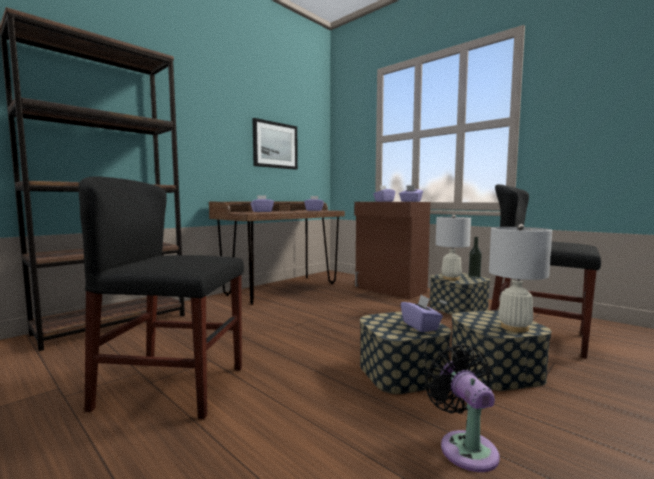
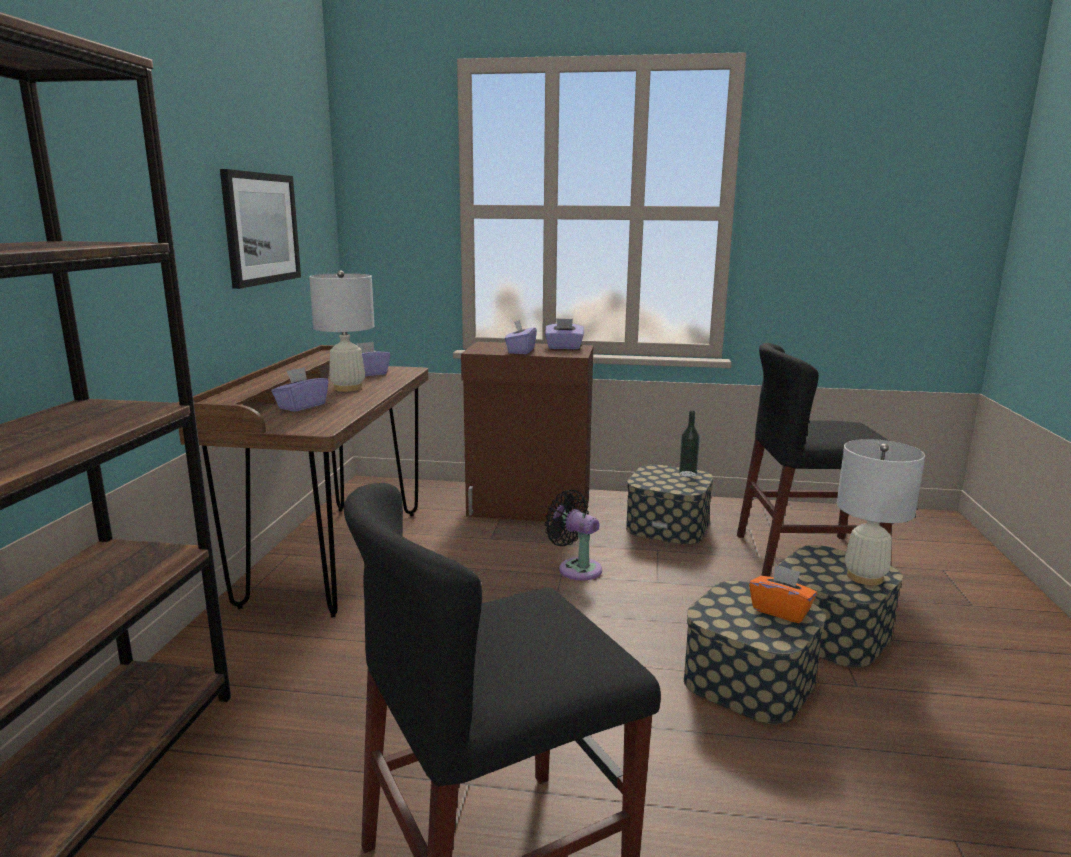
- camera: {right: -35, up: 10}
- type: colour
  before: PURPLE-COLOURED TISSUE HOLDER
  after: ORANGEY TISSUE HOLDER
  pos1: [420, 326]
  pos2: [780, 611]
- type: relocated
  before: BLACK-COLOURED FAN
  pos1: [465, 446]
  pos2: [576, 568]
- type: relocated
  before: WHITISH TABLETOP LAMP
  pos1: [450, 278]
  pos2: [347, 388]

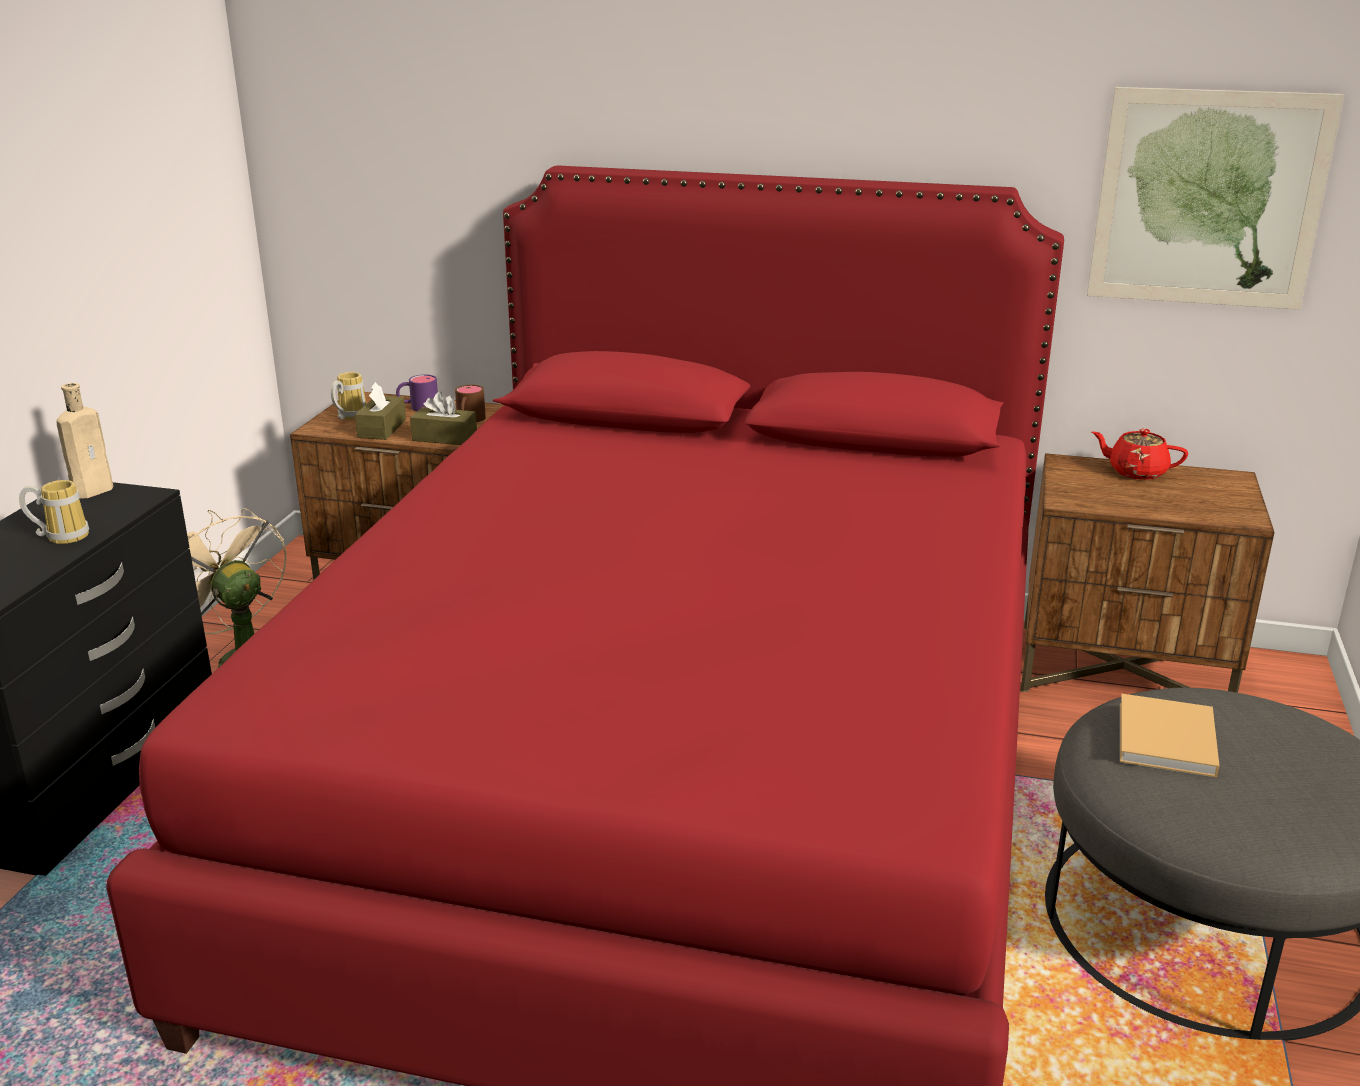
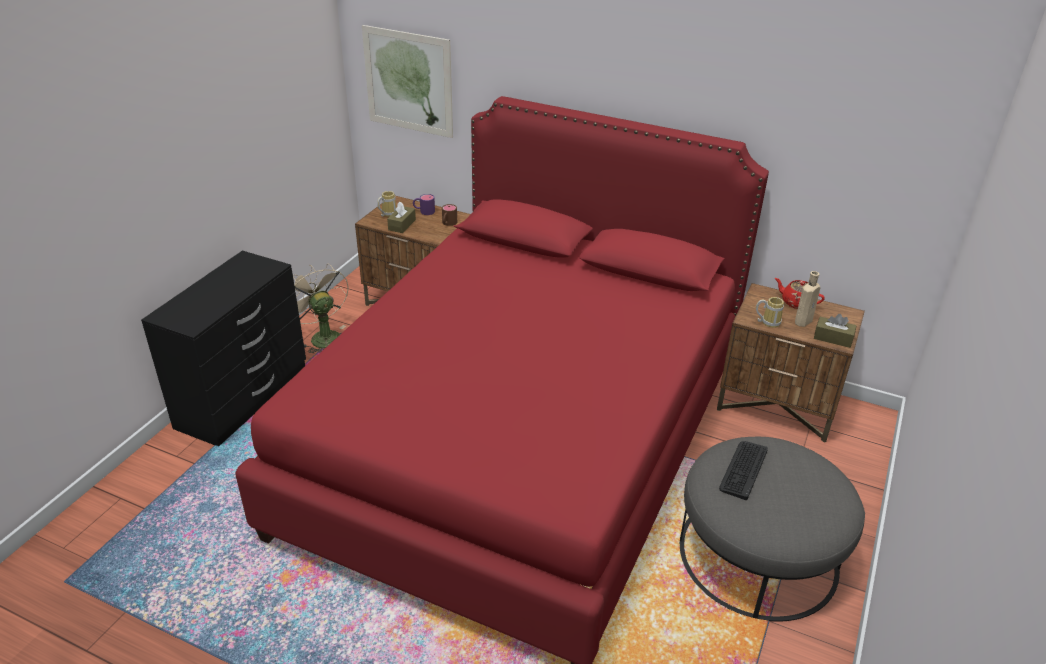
- camera: {right: 10, up: 10}
- type: relocated
  before: COFFEE MUG
  pos1: [62, 536]
  pos2: [768, 322]
- type: relocated
  before: SAND-COLOURED BOTTLE
  pos1: [95, 490]
  pos2: [804, 321]
- type: relocated
  before: BROWNISH TISSUE HOLDER
  pos1: [444, 438]
  pos2: [833, 338]
- type: relocated
  before: WALL PICTURE
  pos1: [1208, 199]
  pos2: [408, 81]
- type: exchanged
  before: SAND-COLOURED BOOK
  after: PC KEYBOARD
  pos1: [1166, 741]
  pos2: [743, 470]

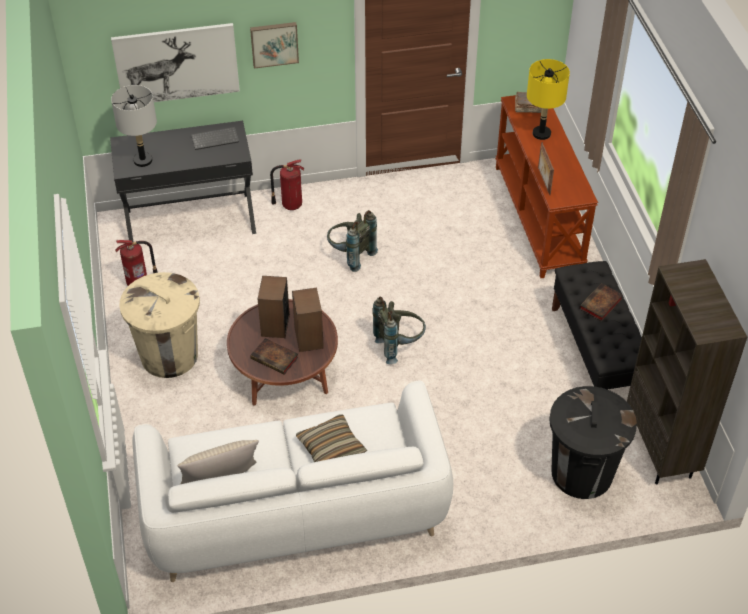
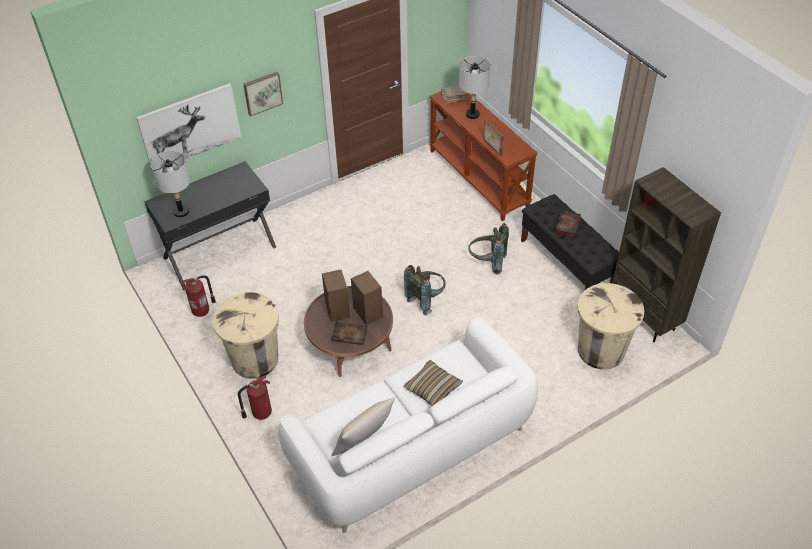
- camera: {right: -20, up: 0}
- type: missing
  before: PC KEYBOARD
  pos1: [215, 139]
- type: relocated
  before: FIRE EXTINGUISHER
  pos1: [290, 205]
  pos2: [260, 413]
- type: relocated
  before: GREYISH RUCKSACK
  pos1: [350, 255]
  pos2: [487, 263]
- type: colour
  before: YELLOW TABLETOP LAMP
  after: GREYISH TABLETOP LAMP
  pos1: [541, 134]
  pos2: [472, 114]
- type: colour
  before: BLACK-COLOURED TRASH CAN
  after: SAND-COLOURED TRASH CAN
  pos1: [581, 473]
  pos2: [600, 351]

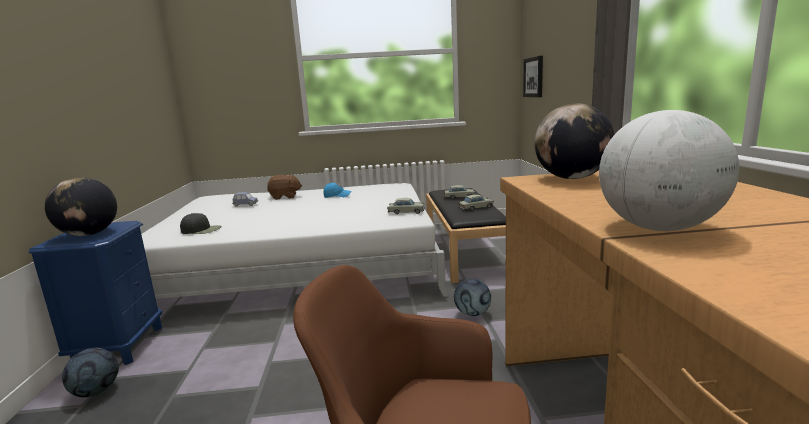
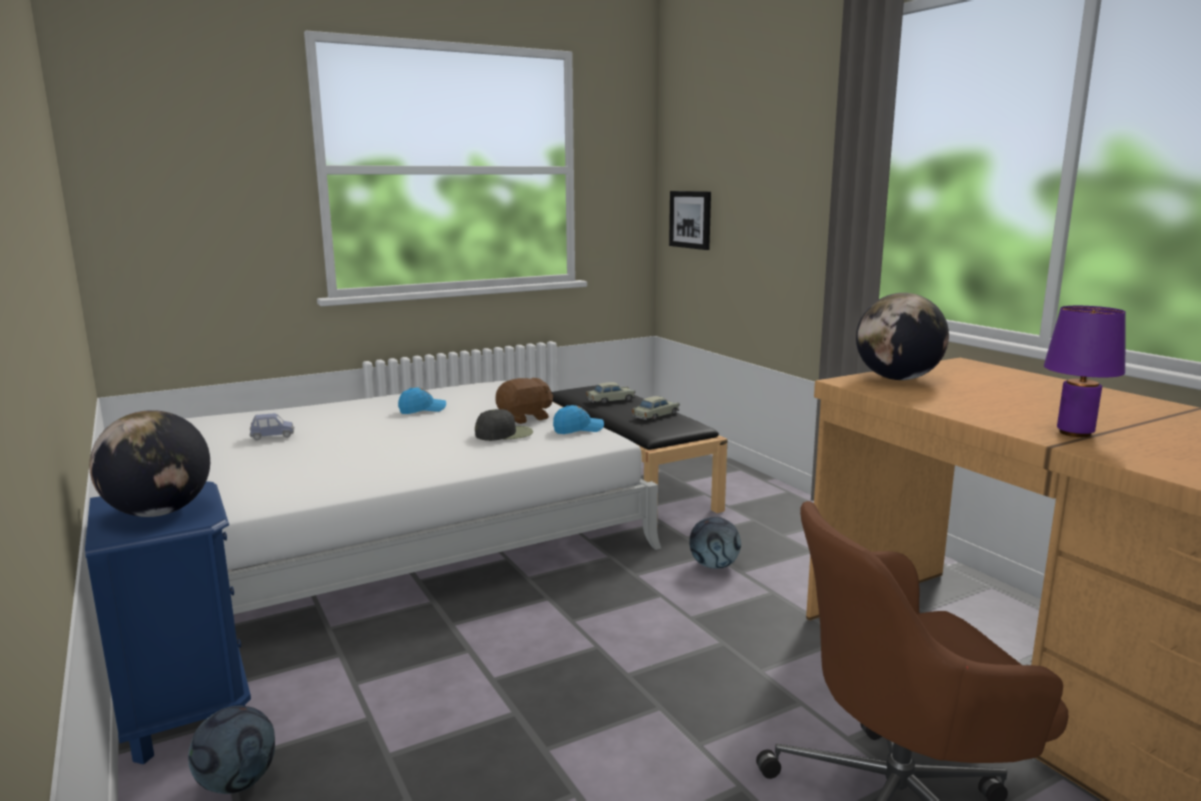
- camera: {right: -25, up: 0}
- type: relocated
  before: BLACK-COLOURED PEAKED CAP
  pos1: [201, 230]
  pos2: [504, 434]
- type: relocated
  before: BROWNISH CUDDLY TOY
  pos1: [285, 197]
  pos2: [525, 418]
- type: exchanged
  before: SAND-COLOURED MODEL CAR
  after: BLUE-COLOURED PEAKED CAP
  pos1: [406, 212]
  pos2: [578, 429]
- type: exchanged
  before: GLOBE
  after: PURPLE-COLOURED TABLETOP LAMP
  pos1: [658, 228]
  pos2: [1074, 433]

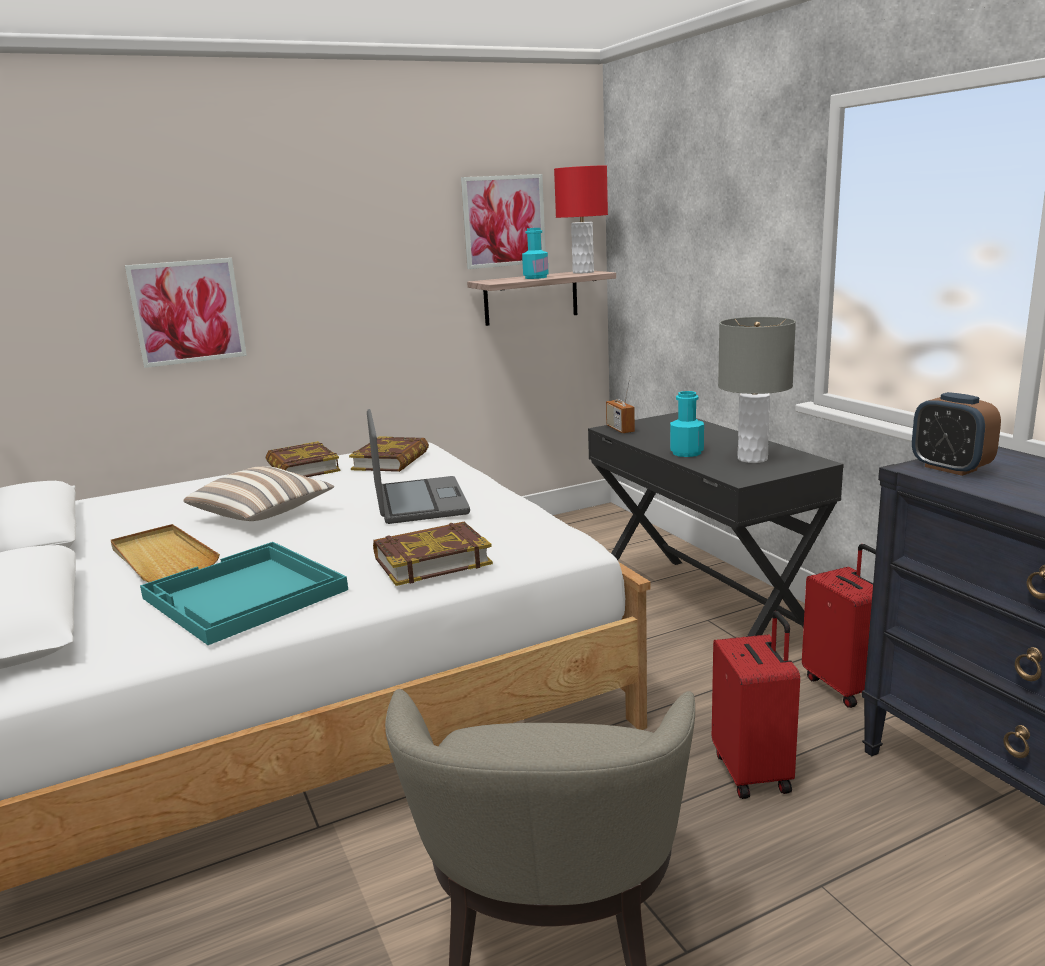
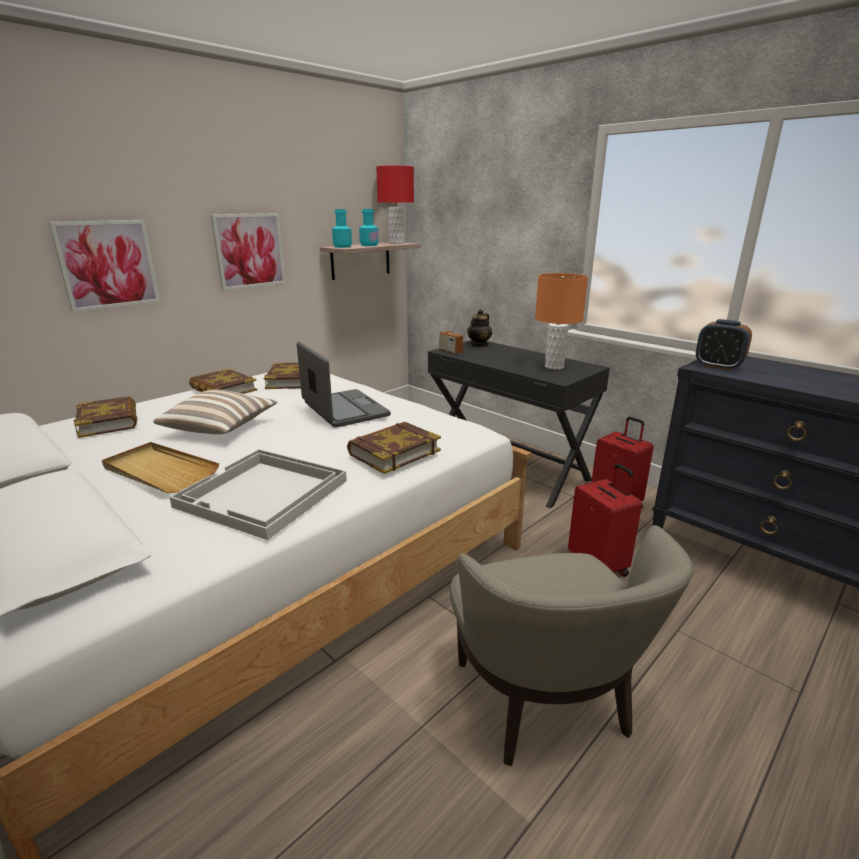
- camera: {right: -20, up: 5}
- type: colour
  before: BLUE-GREEN TRAY
  after: WHITISH TRAY
  pos1: [244, 595]
  pos2: [263, 494]
- type: relocated
  before: WALL PICTURE
  pos1: [503, 221]
  pos2: [249, 251]
- type: relocated
  before: BLUE-GREEN BOTTLE
  pos1: [686, 453]
  pos2: [342, 247]
- type: colour
  before: GREYISH TABLETOP LAMP
  after: ORANGEY TABLETOP LAMP
  pos1: [753, 459]
  pos2: [554, 367]
- type: appeared
  after: BOOK
  pos2: [109, 421]
- type: appeared
  after: TEAPOT
  pos2: [479, 344]

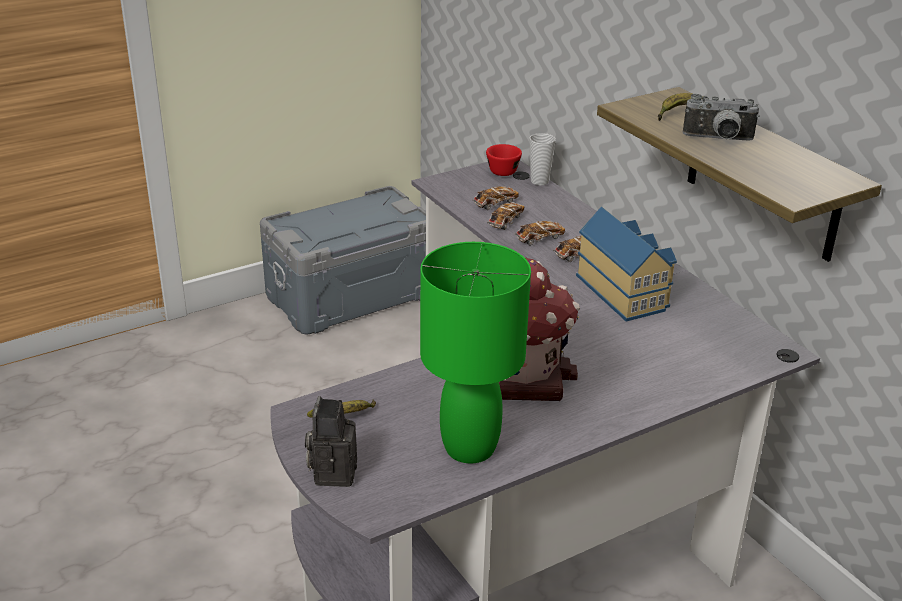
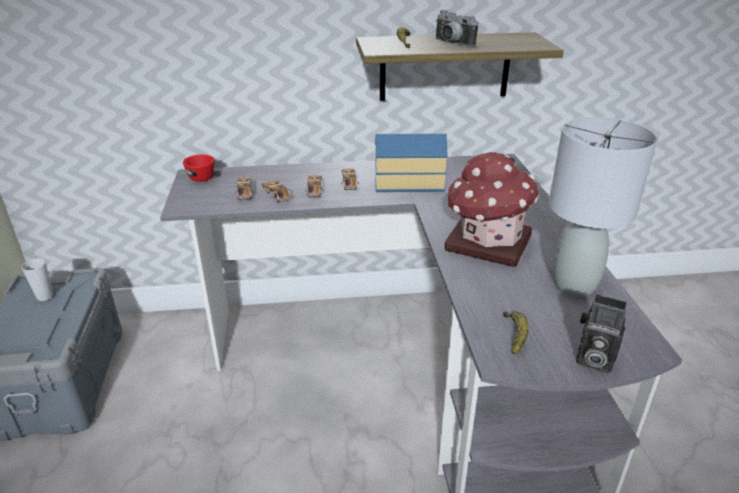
- camera: {right: -65, up: 0}
- type: colour
  before: GREENISH TABLETOP LAMP
  after: GREYISH TABLETOP LAMP
  pos1: [468, 448]
  pos2: [574, 286]
- type: relocated
  before: CUP
  pos1: [539, 181]
  pos2: [45, 296]
- type: spun
  before: PHOTO CAMERA
  pos1: [718, 139]
  pos2: [451, 43]
  turn: 105

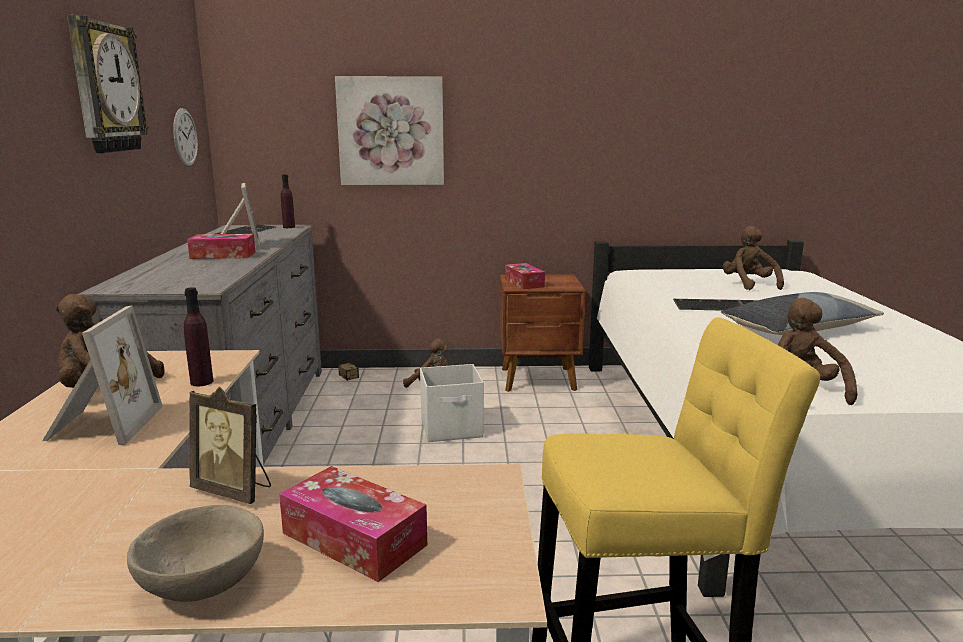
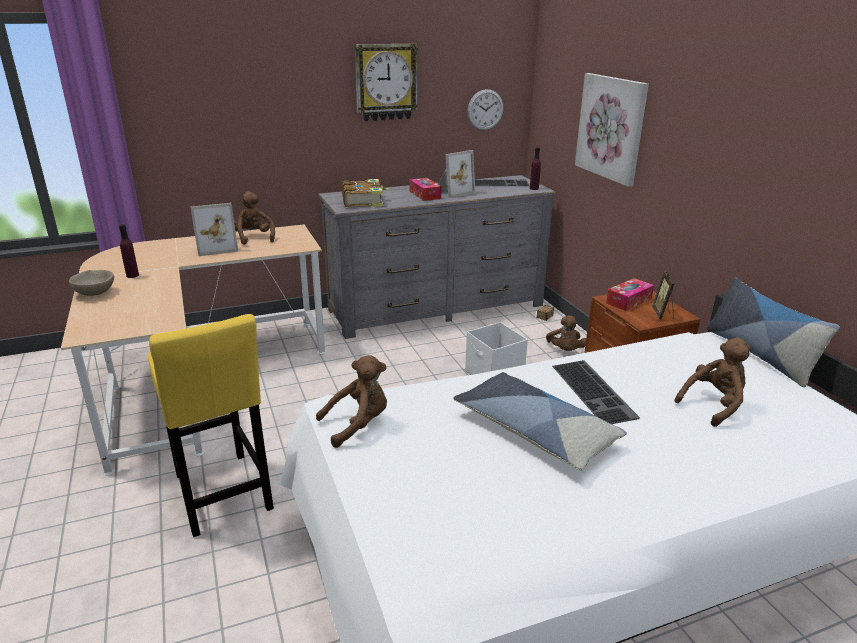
- camera: {right: 70, up: 10}
- type: relocated
  before: PURPLE-COLOURED BOTTLE
  pos1: [202, 382]
  pos2: [132, 275]
- type: relocated
  before: PICTURE FRAME
  pos1: [234, 490]
  pos2: [663, 314]
- type: missing
  before: TISSUE HOLDER
  pos1: [354, 539]
- type: appeared
  after: BOOK
  pos2: [363, 201]
- type: appeared
  after: THROW PILLOW
  pos2: [759, 354]

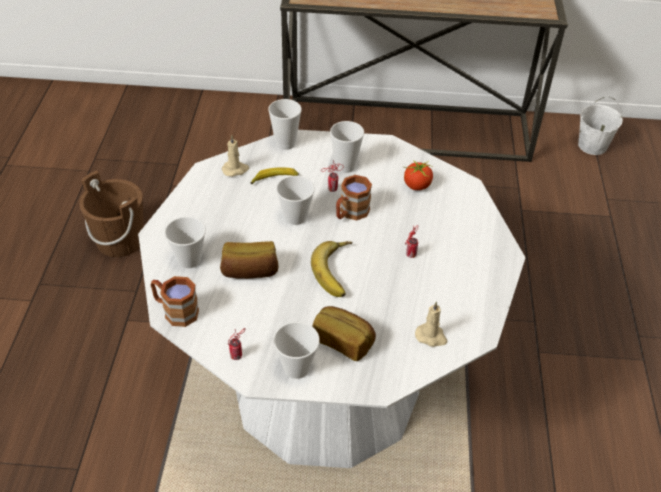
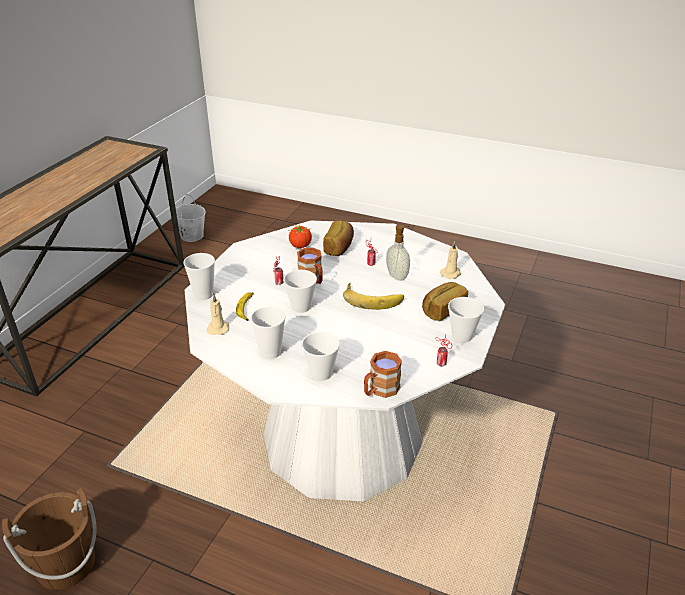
- camera: {right: -70, up: -10}
- type: relocated
  before: BAKED BREAD
  pos1: [250, 271]
  pos2: [339, 247]
- type: relocated
  before: CUP
  pos1: [345, 166]
  pos2: [270, 352]
- type: appeared
  after: SOAP BOTTLE
  pos2: [398, 276]

